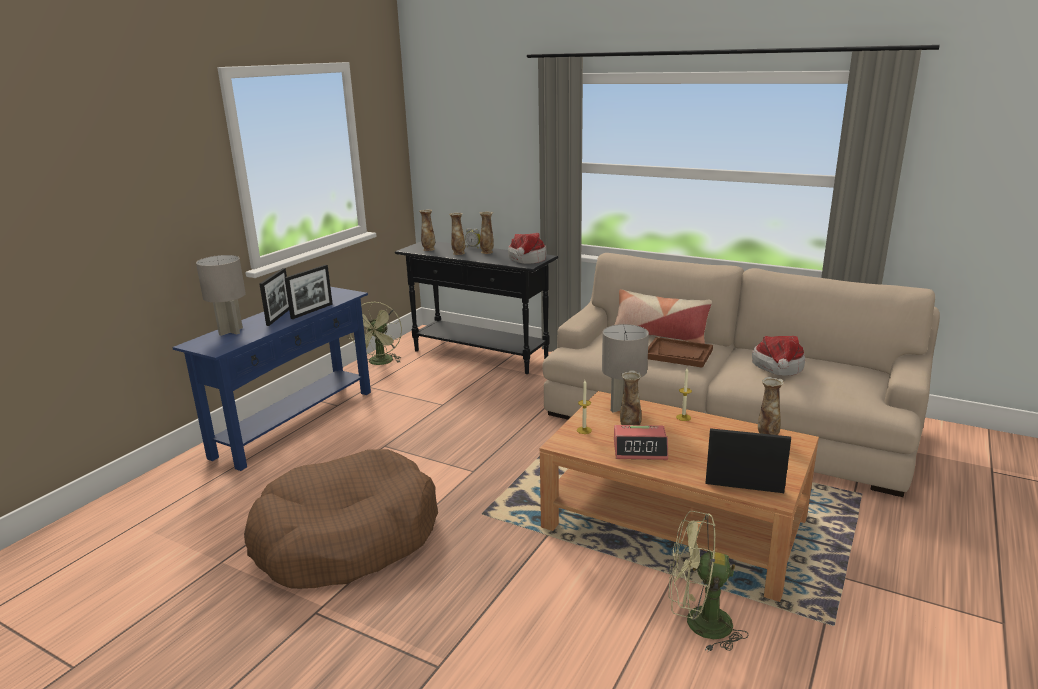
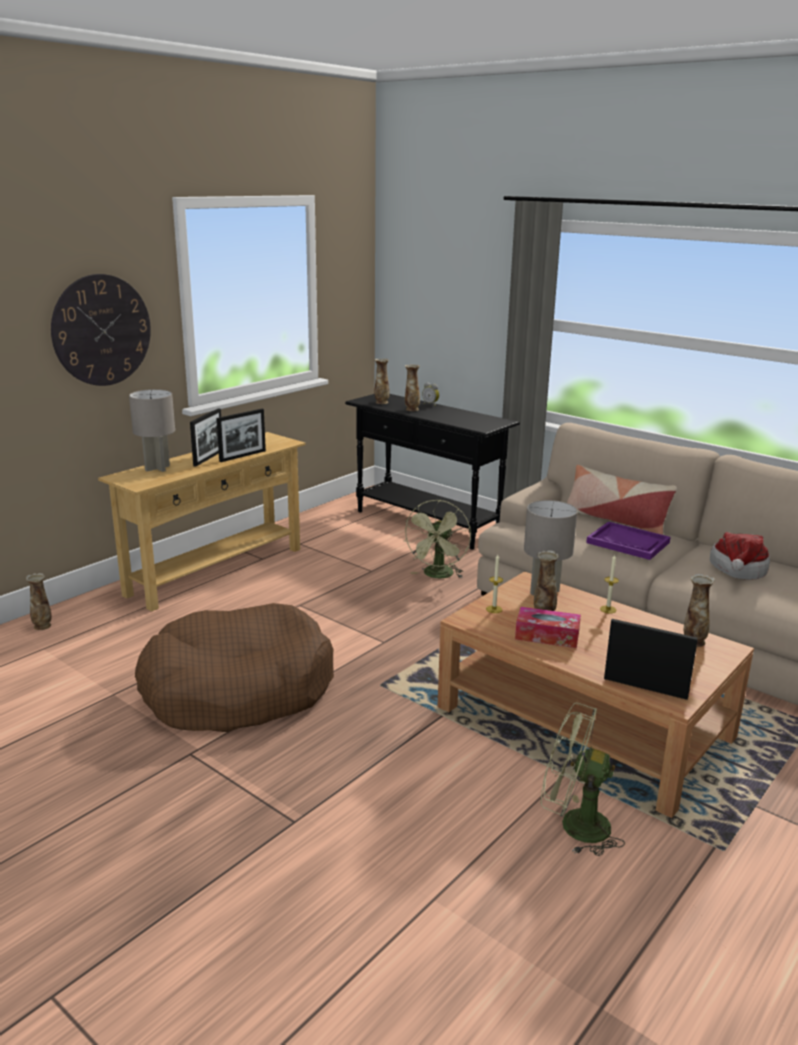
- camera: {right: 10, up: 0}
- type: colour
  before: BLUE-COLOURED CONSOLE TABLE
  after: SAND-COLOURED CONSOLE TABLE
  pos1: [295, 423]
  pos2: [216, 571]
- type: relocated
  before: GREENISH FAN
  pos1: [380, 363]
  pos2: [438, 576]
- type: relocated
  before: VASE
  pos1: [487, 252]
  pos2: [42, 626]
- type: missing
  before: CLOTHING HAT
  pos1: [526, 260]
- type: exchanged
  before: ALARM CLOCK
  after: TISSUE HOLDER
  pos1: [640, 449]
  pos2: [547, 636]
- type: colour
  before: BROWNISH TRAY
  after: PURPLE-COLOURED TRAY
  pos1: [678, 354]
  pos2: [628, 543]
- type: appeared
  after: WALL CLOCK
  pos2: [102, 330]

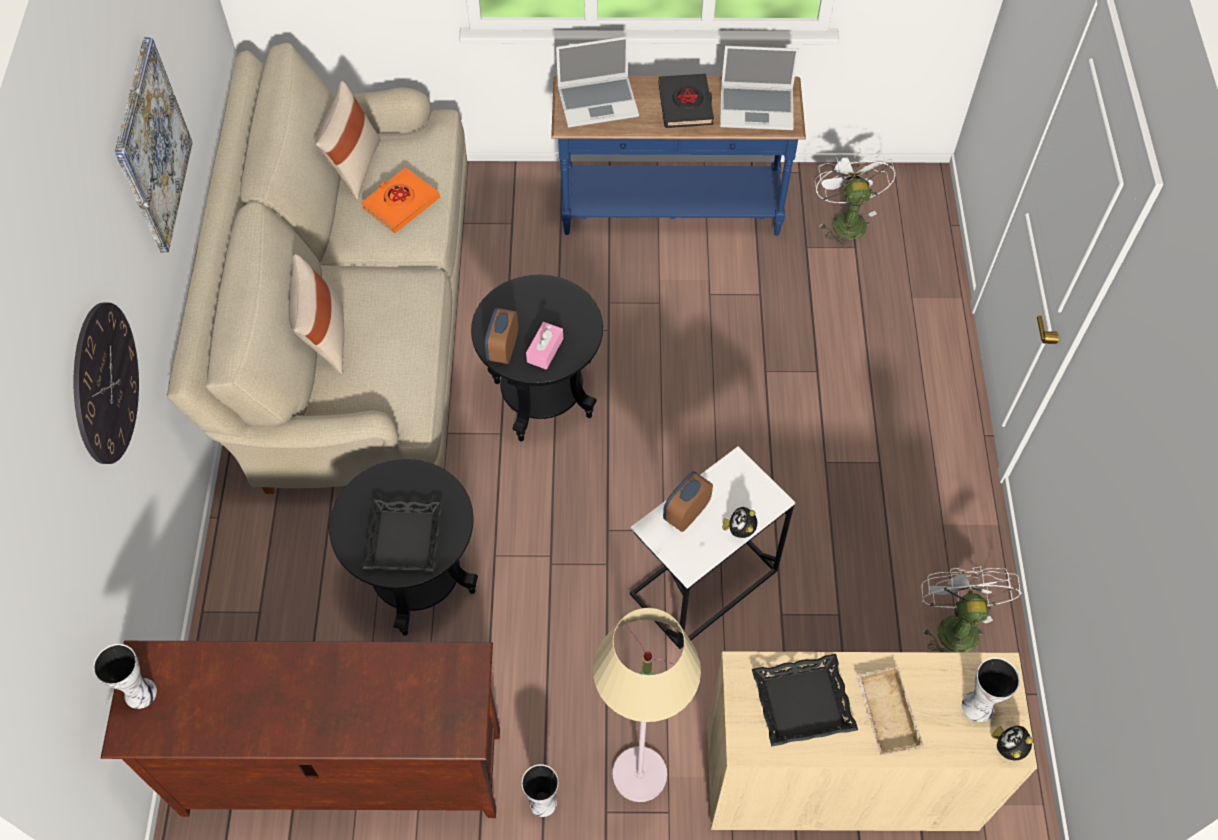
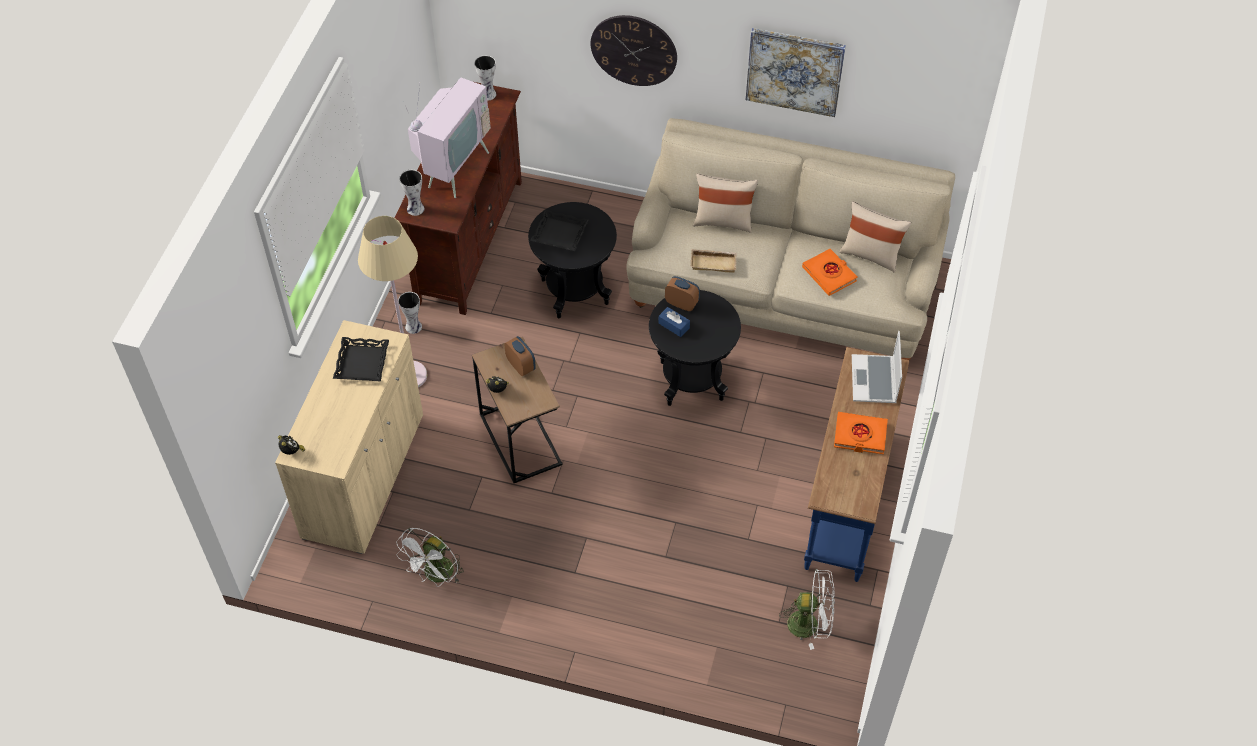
- camera: {right: 105, up: -5}
- type: colour
  before: PINK TISSUE HOLDER
  after: BLUE-COLOURED TISSUE HOLDER
  pos1: [545, 350]
  pos2: [674, 325]
- type: colour
  before: WHITISH SIDE TABLE
  after: BROWNISH SIDE TABLE
  pos1: [704, 582]
  pos2: [520, 439]
- type: colour
  before: BLACK-COLOURED BOOK
  after: ORANGEY BOOK
  pos1: [686, 104]
  pos2: [860, 435]
- type: missing
  before: NOTEBOOK COMPUTER
  pos1: [757, 108]
- type: relocated
  before: SAND-COLOURED TRAY
  pos1: [884, 713]
  pos2: [714, 262]
- type: spun
  before: WHITISH FAN
  pos1: [954, 624]
  pos2: [436, 576]
  turn: 105
- type: relocated
  before: VASE
  pos1: [977, 704]
  pos2: [416, 209]
- type: appeared
  after: TELEVISION
  pos2: [453, 167]

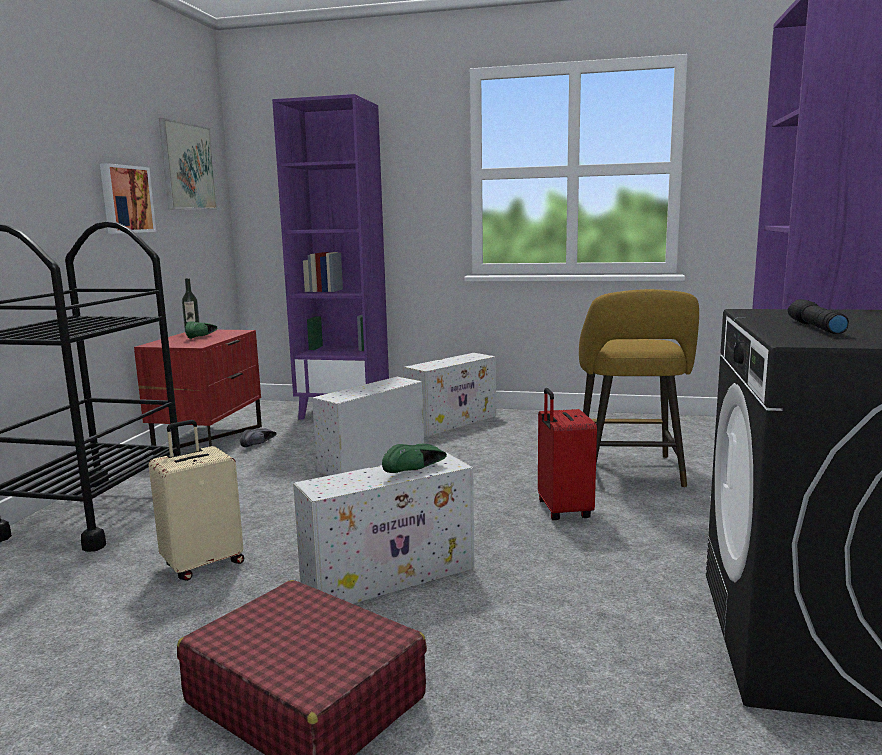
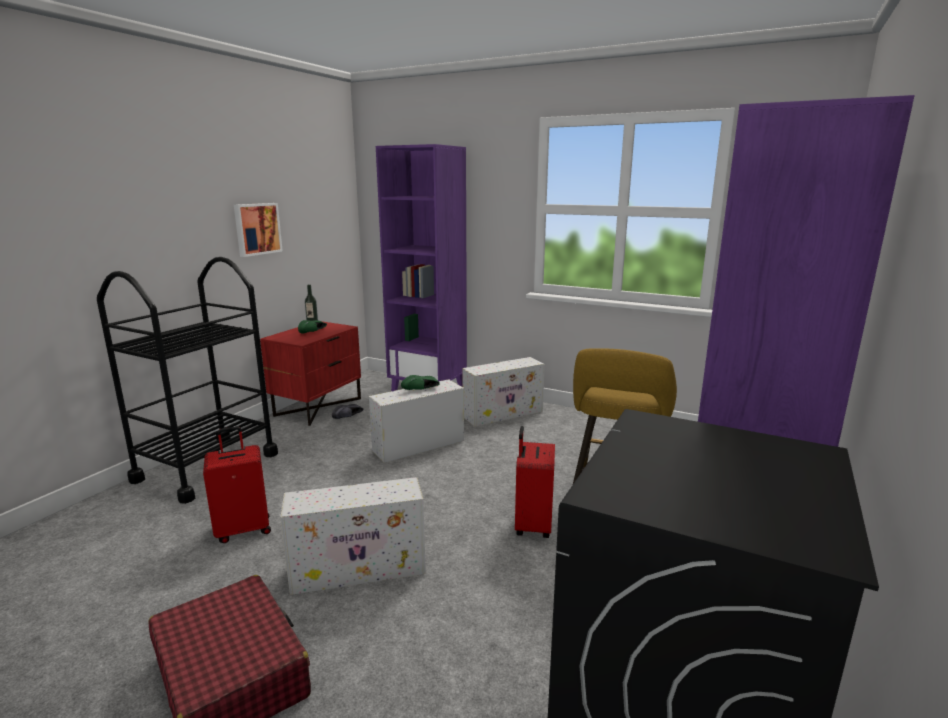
- camera: {right: 15, up: 5}
- type: colour
  before: SAND-COLOURED PIECE OF LUGGAGE
  after: REDDISH PIECE OF LUGGAGE
  pos1: [203, 564]
  pos2: [243, 529]
- type: missing
  before: WALL PICTURE
  pos1: [187, 167]
- type: relocated
  before: GREENISH SHOE
  pos1: [416, 471]
  pos2: [421, 390]
- type: missing
  before: BLACK-COLOURED TORCH
  pos1: [814, 327]

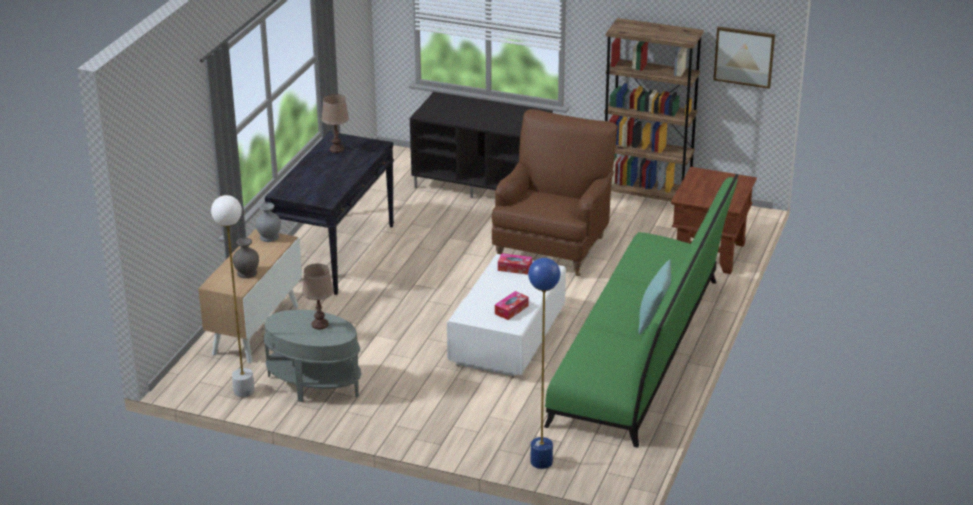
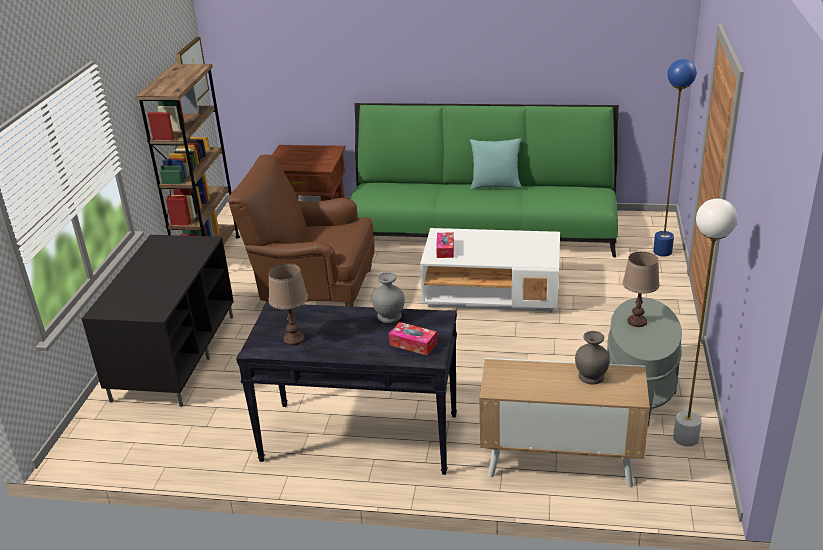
- camera: {right: -100, up: 0}
- type: relocated
  before: GREYISH VASE
  pos1: [268, 237]
  pos2: [390, 316]
- type: relocated
  before: TISSUE HOLDER
  pos1: [511, 310]
  pos2: [413, 344]

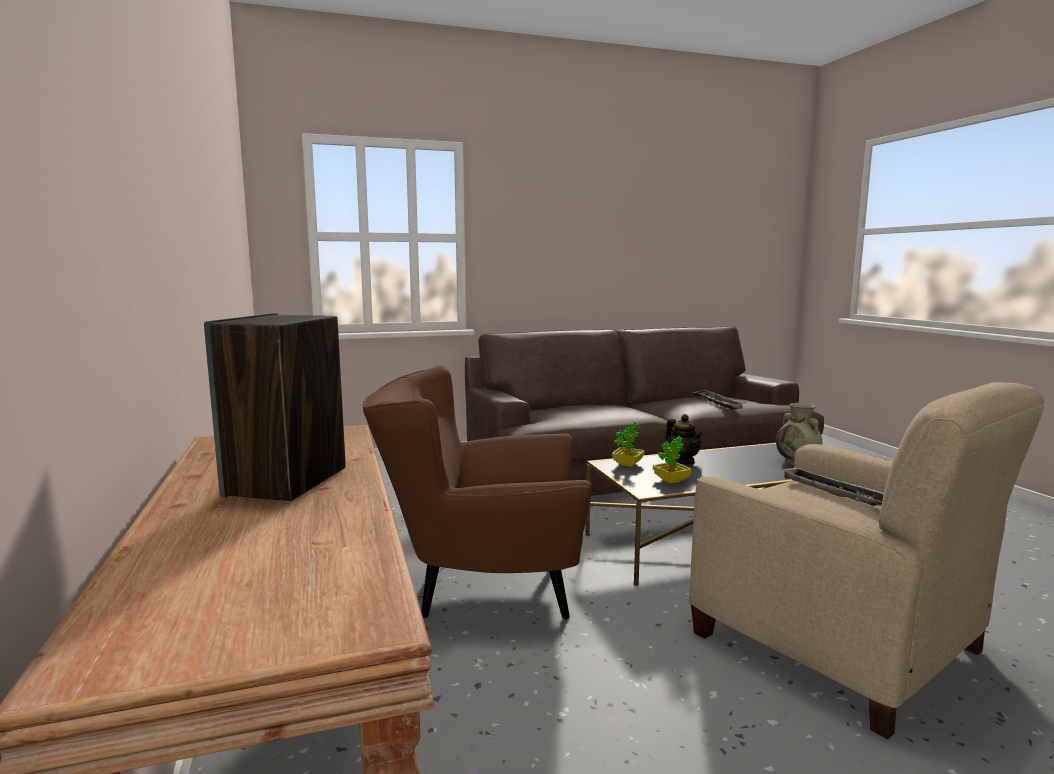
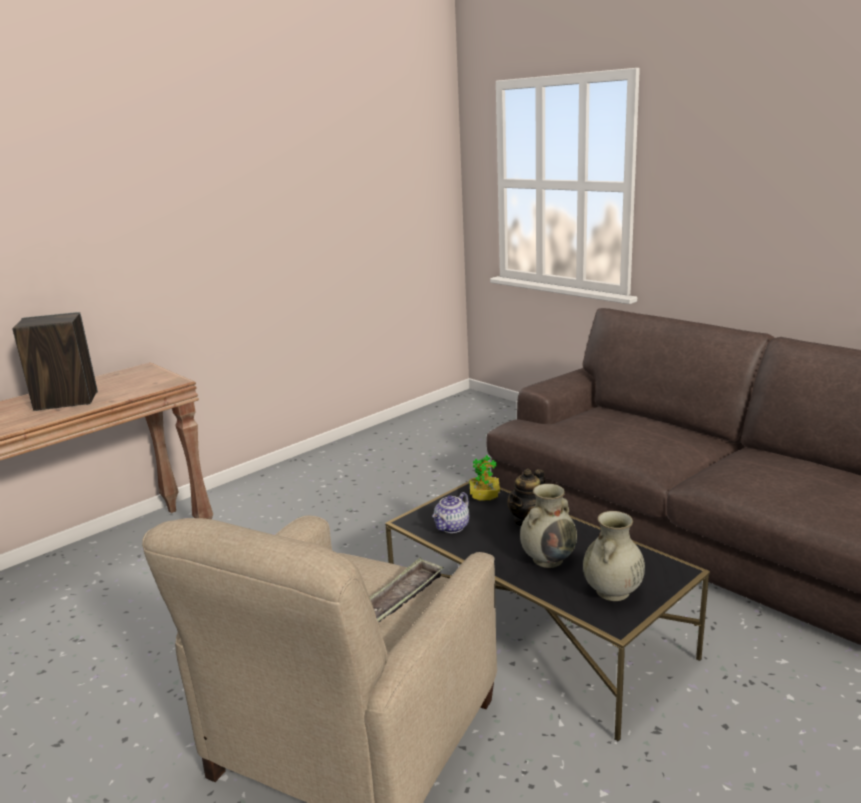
- camera: {right: 65, up: 10}
- type: missing
  before: BROWNISH ARMCHAIR
  pos1: [481, 590]
- type: exchanged
  before: PLANT IN A POT
  after: TEAPOT
  pos1: [671, 480]
  pos2: [452, 527]
- type: missing
  before: TRAY
  pos1: [717, 403]
- type: appeared
  after: SAND-COLOURED VASE
  pos2: [548, 559]

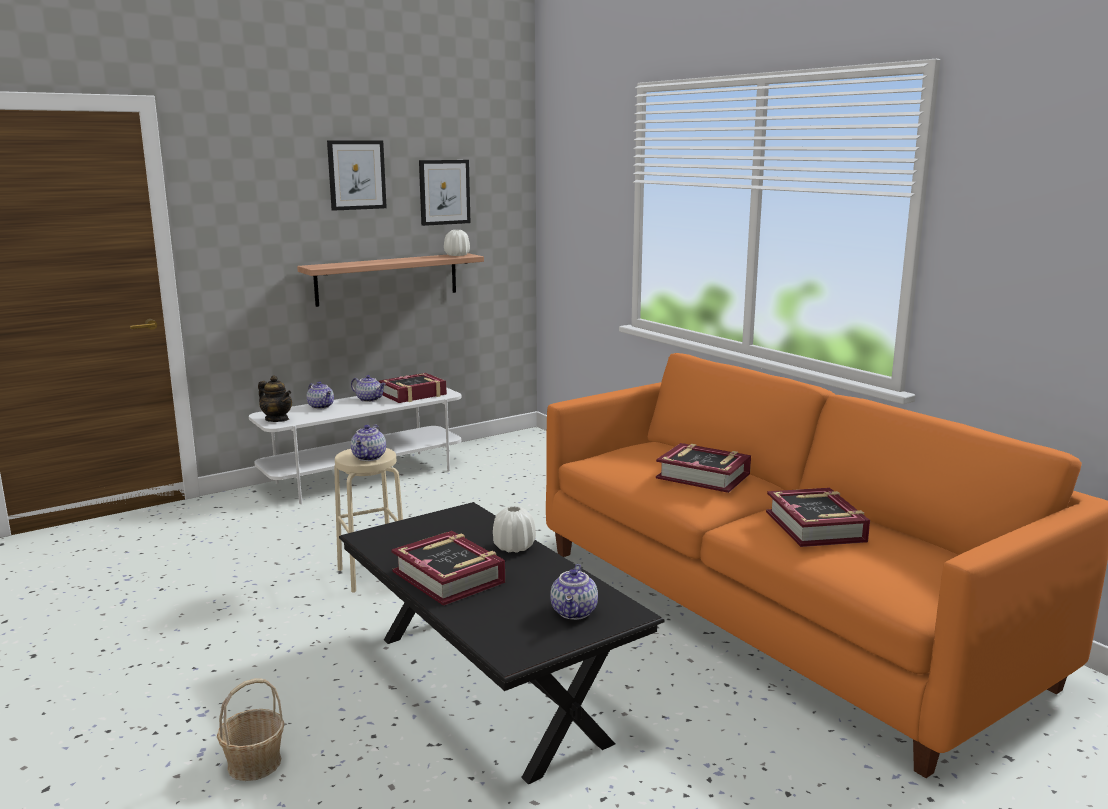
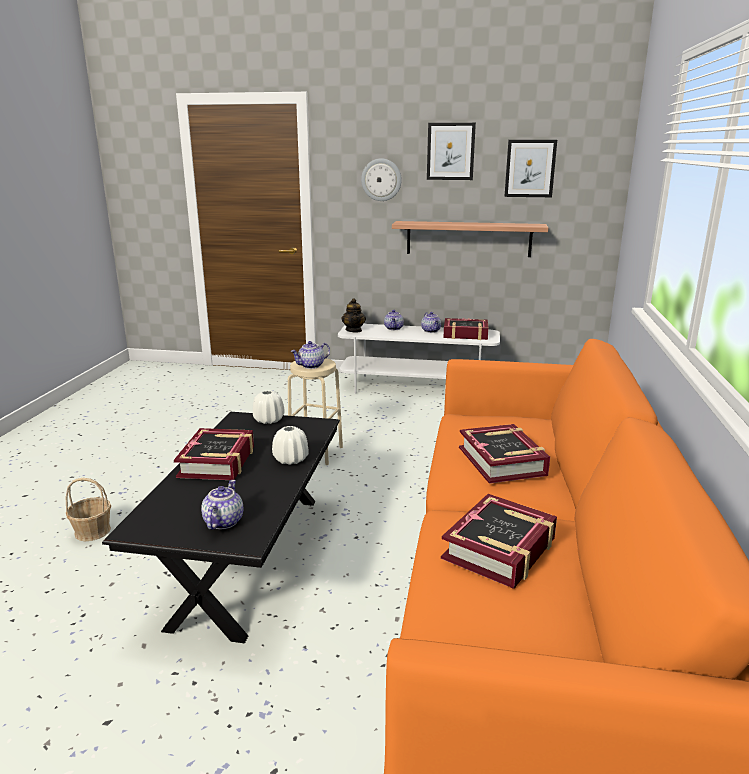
- camera: {right: 45, up: 5}
- type: relocated
  before: WHITISH VASE
  pos1: [457, 255]
  pos2: [269, 420]
- type: spun
  before: TEAPOT
  pos1: [575, 612]
  pos2: [223, 521]
  turn: 135
- type: appeared
  after: WALL CLOCK
  pos2: [381, 180]

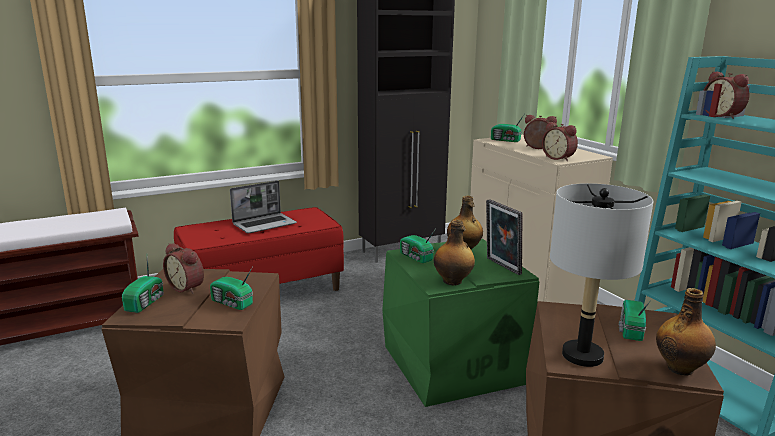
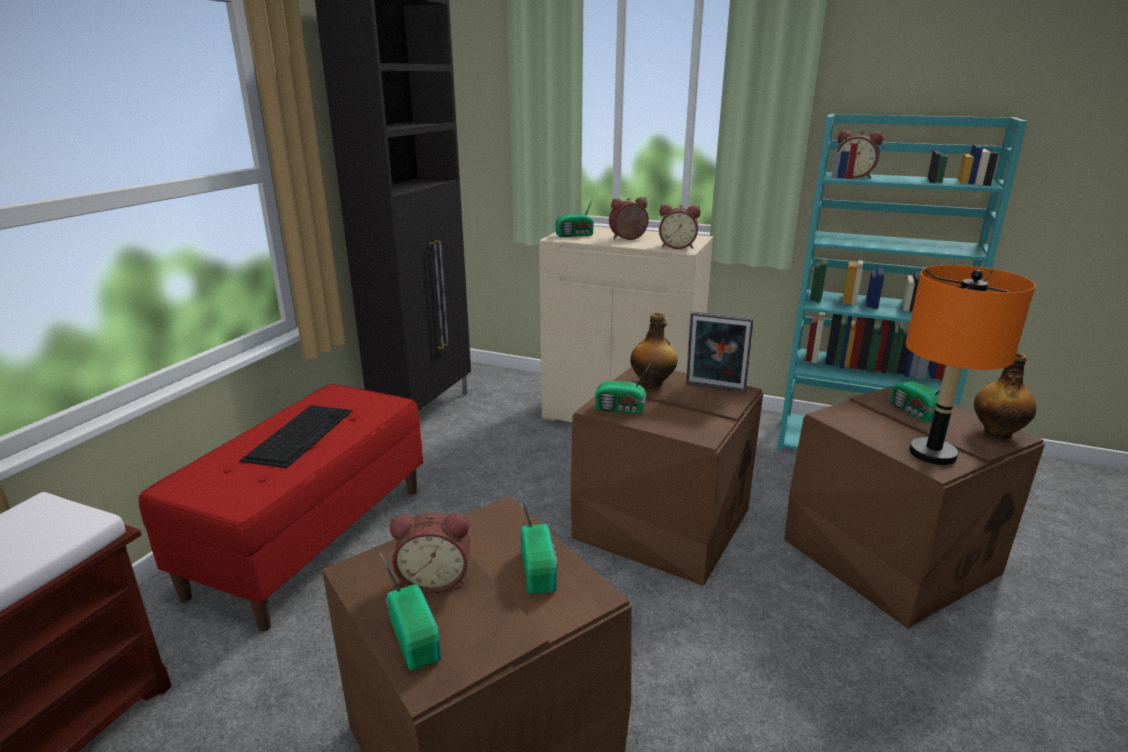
- camera: {right: -40, up: 5}
- type: spun
  before: RADIO SET
  pos1: [232, 303]
  pos2: [539, 569]
  turn: -90
- type: exchanged
  before: NOTEBOOK COMPUTER
  after: PC KEYBOARD
  pos1: [265, 224]
  pos2: [300, 434]
- type: colour
  before: GREENISH STORAGE BOX
  after: BROWNISH STORAGE BOX
  pos1: [452, 365]
  pos2: [663, 525]
- type: missing
  before: BOTTLE
  pos1: [453, 281]
- type: colour
  before: GREYISH TABLETOP LAMP
  after: ORANGEY TABLETOP LAMP
  pos1: [583, 356]
  pos2: [932, 453]

